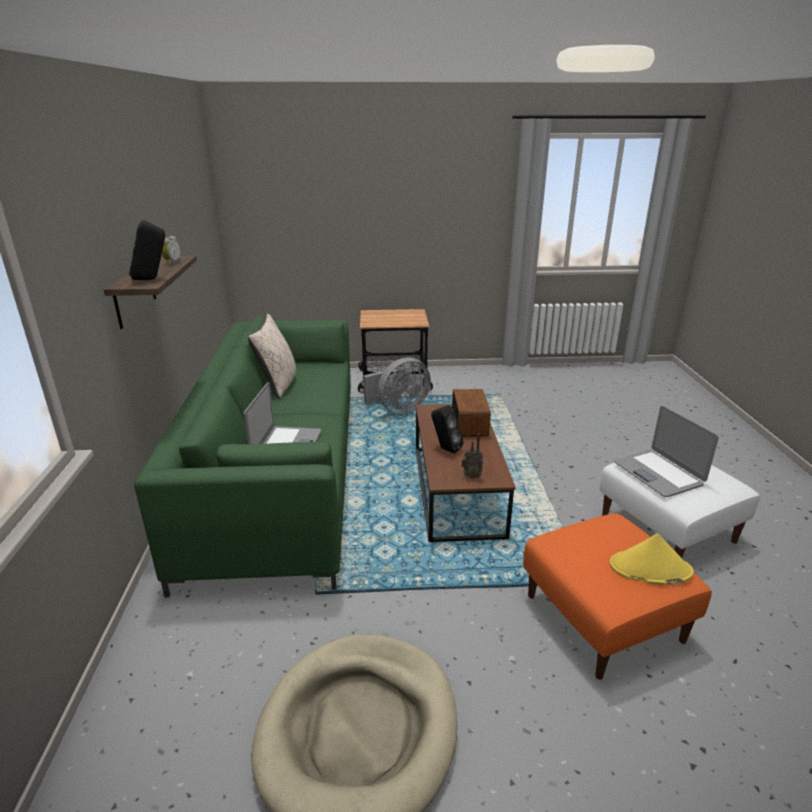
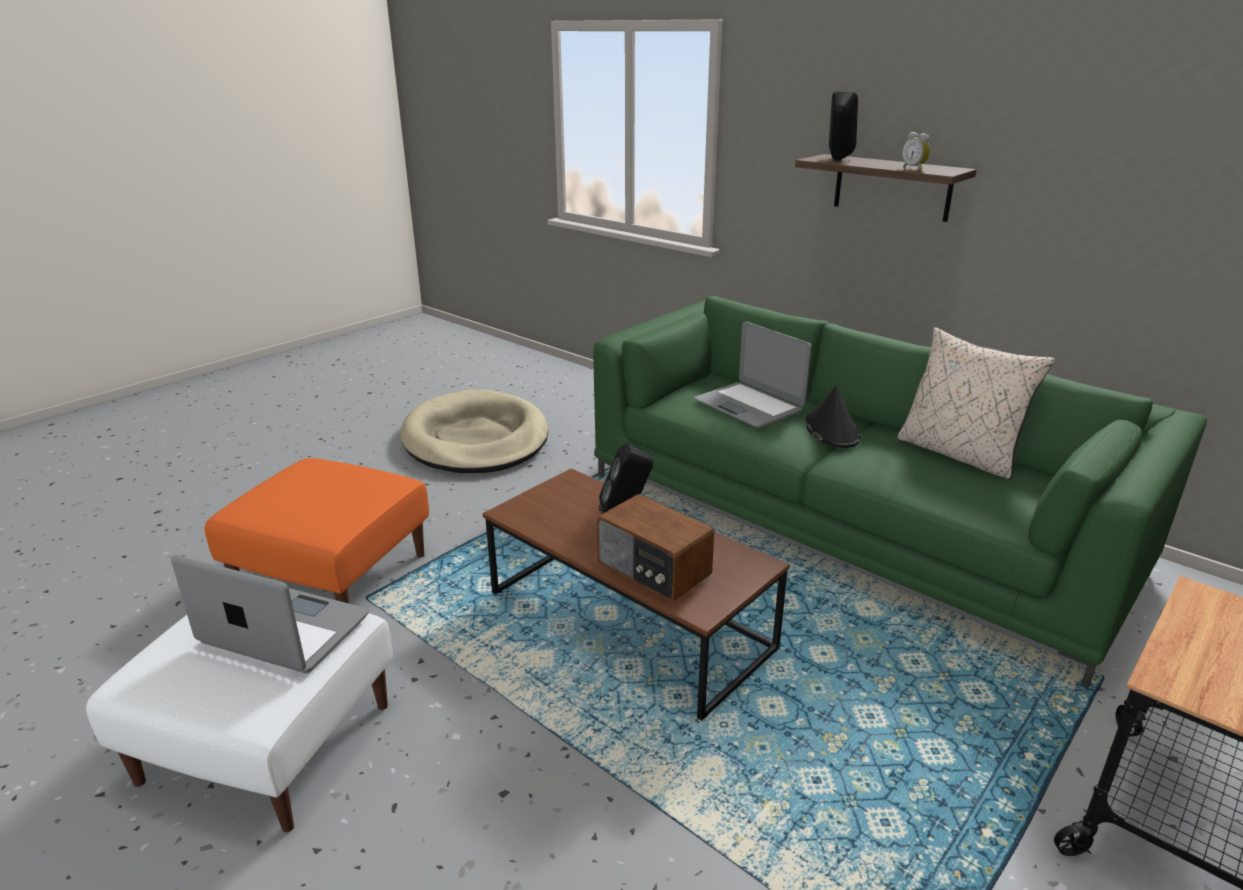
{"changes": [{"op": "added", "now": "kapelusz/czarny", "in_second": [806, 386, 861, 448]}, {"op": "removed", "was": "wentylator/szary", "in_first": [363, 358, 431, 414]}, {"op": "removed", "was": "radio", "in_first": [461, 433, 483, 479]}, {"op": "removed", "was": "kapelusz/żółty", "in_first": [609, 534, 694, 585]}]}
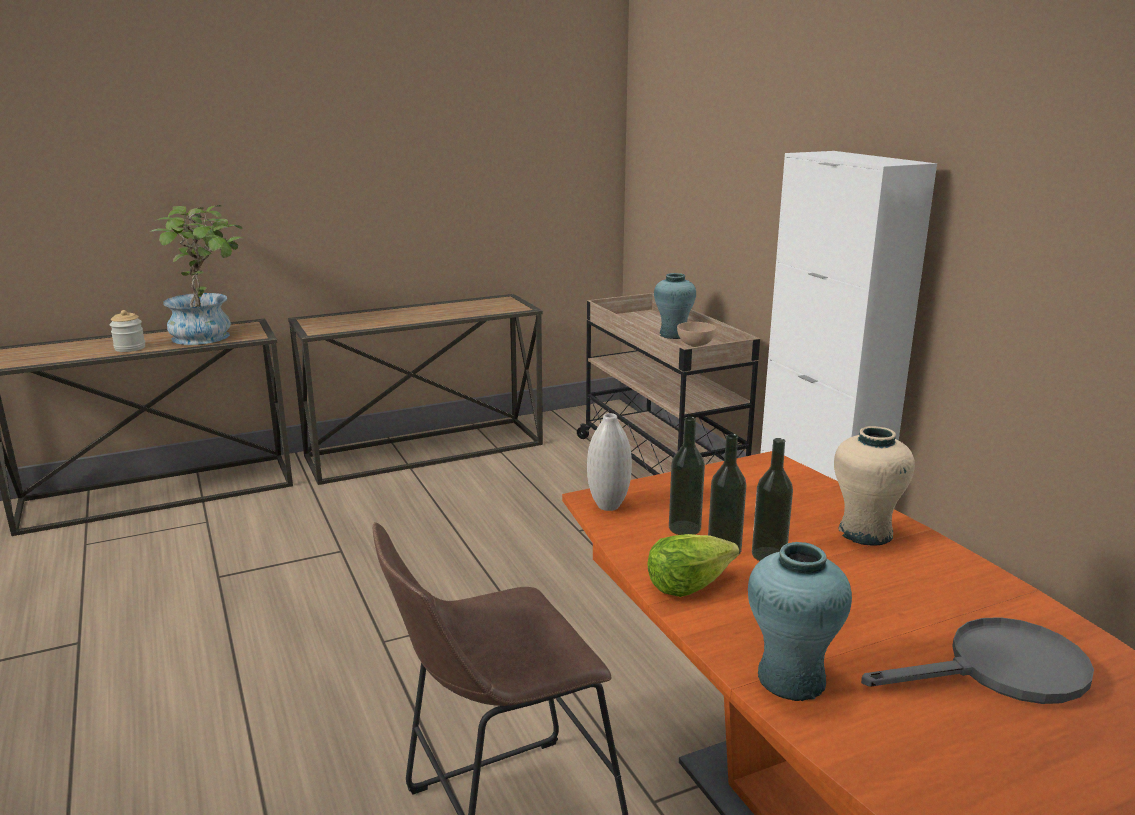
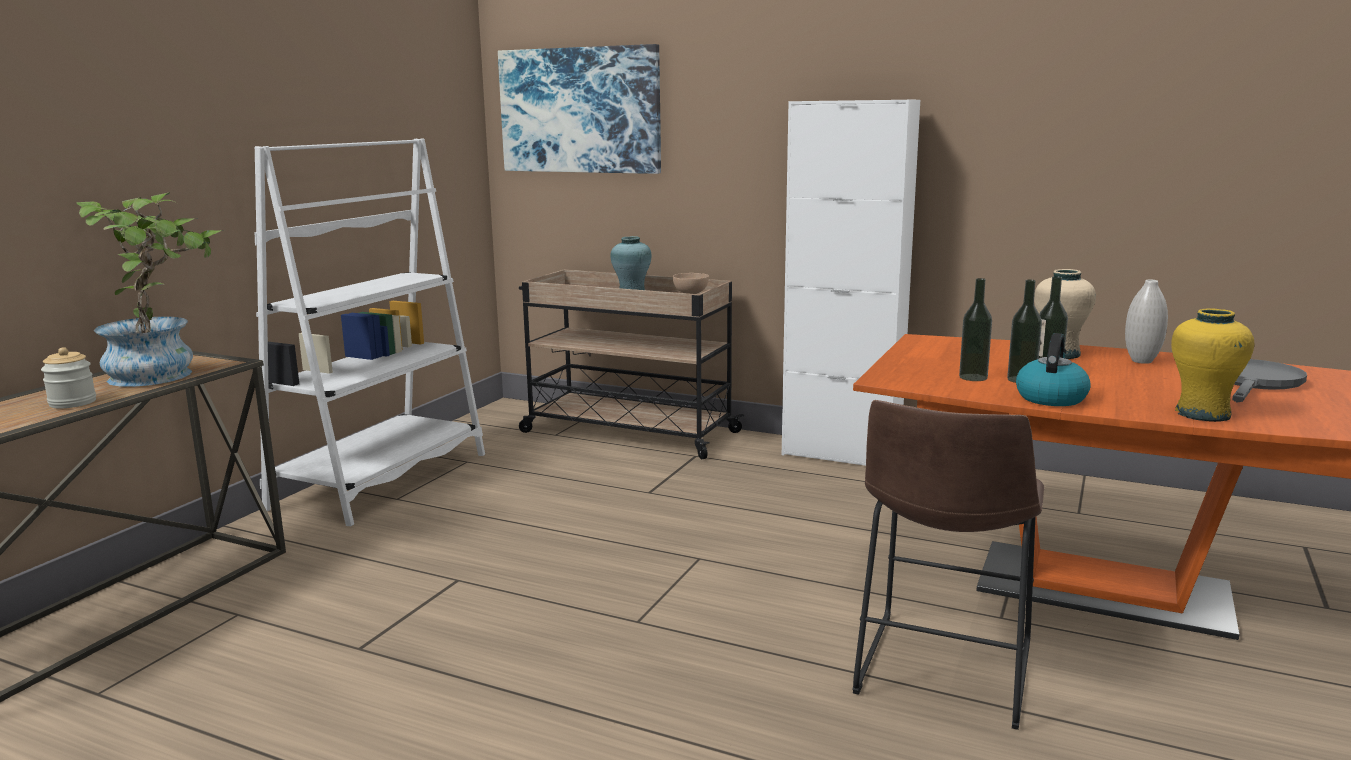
{"changes": [{"op": "replaced", "was": "stolik konsolowy", "now": "regał/biały", "in_first": [288, 294, 543, 485], "in_second": [255, 138, 485, 526]}, {"op": "added", "now": "obraz", "in_second": [498, 44, 661, 174]}, {"op": "replaced", "was": "sałata", "now": "czajnik", "in_first": [648, 534, 739, 597], "in_second": [1016, 333, 1091, 406]}, {"op": "moved", "was": "wazon/biały", "in_first": [587, 413, 632, 511], "in_second": [1125, 280, 1168, 364]}, {"op": "recoloured", "was": "wazon/turkusowy", "now": "wazon/żółty", "in_first": [748, 542, 852, 701], "in_second": [1171, 308, 1254, 422]}]}
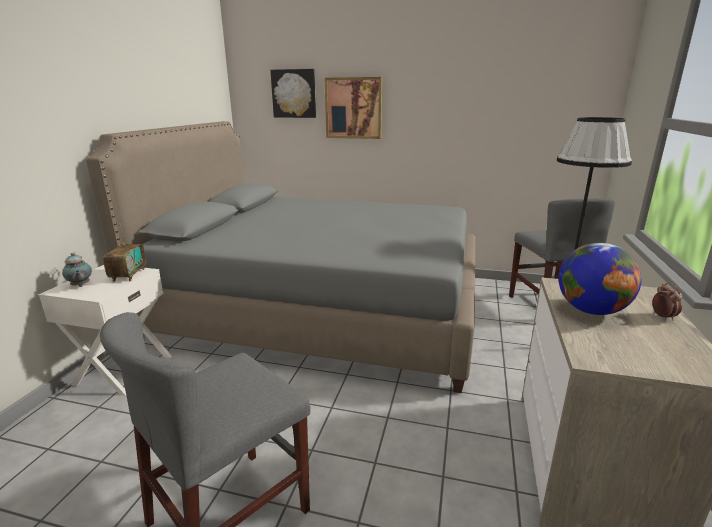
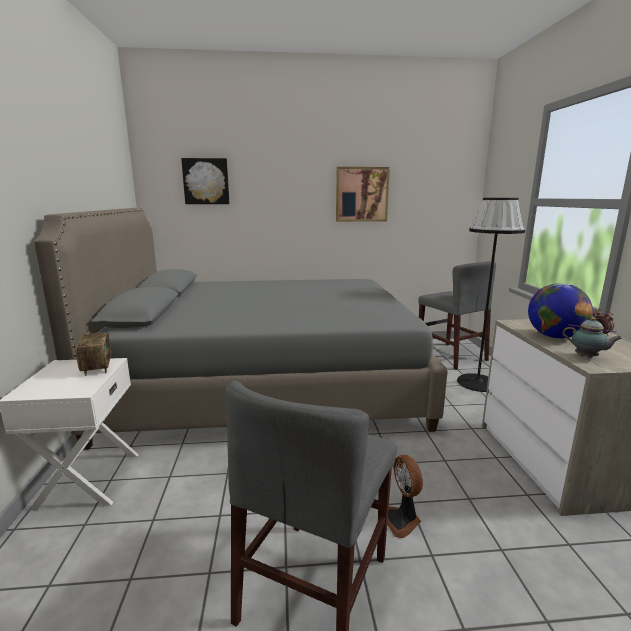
{"changes": [{"op": "moved", "was": "obraz", "in_first": [325, 77, 382, 139], "in_second": [336, 167, 390, 222]}, {"op": "added", "now": "wentylator", "in_second": [387, 455, 423, 538]}, {"op": "moved", "was": "imbryk", "in_first": [62, 253, 92, 287], "in_second": [563, 317, 623, 358]}]}
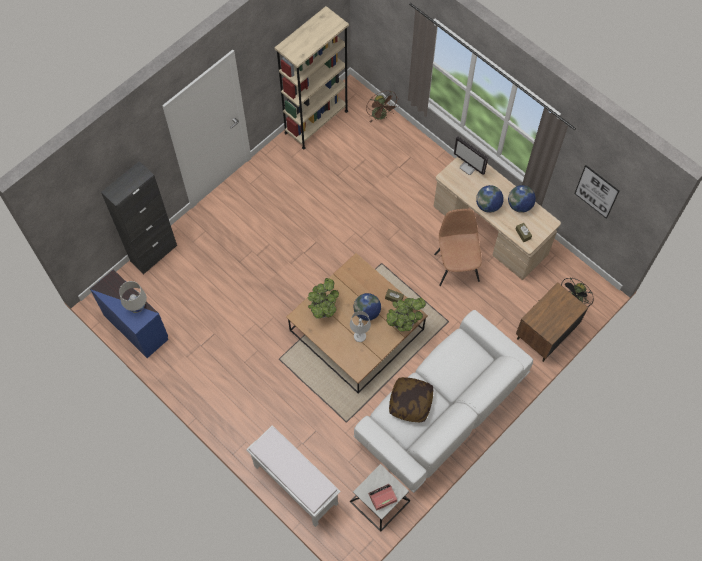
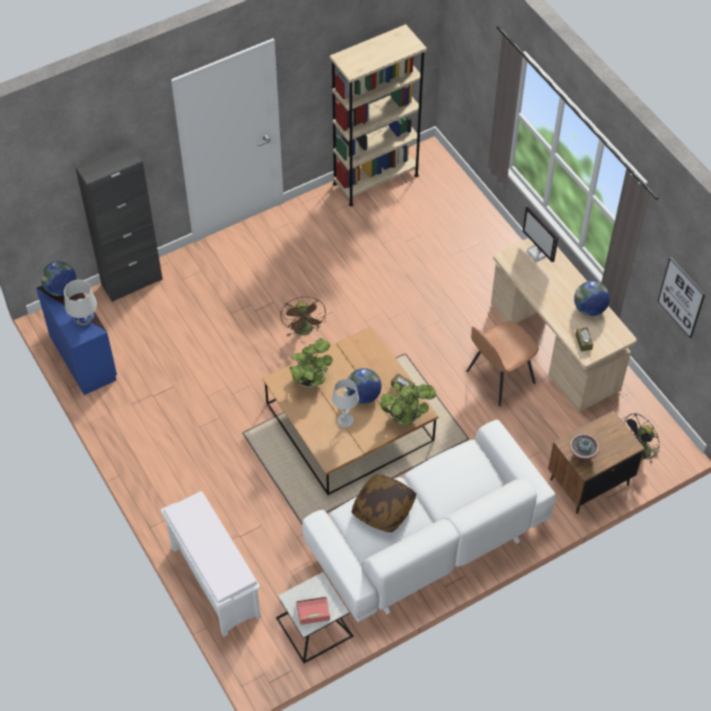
{"changes": [{"op": "moved", "was": "globus", "in_first": [476, 185, 504, 213], "in_second": [41, 261, 76, 296]}, {"op": "moved", "was": "wentylator/brązowy", "in_first": [366, 91, 399, 123], "in_second": [280, 297, 326, 337]}, {"op": "turned", "was": "krzesło/brązowy", "in_first": [434, 209, 482, 286], "in_second": [466, 321, 539, 406], "clockwise": -135}, {"op": "added", "now": "roślina doniczkowa", "in_second": [569, 433, 600, 462]}]}
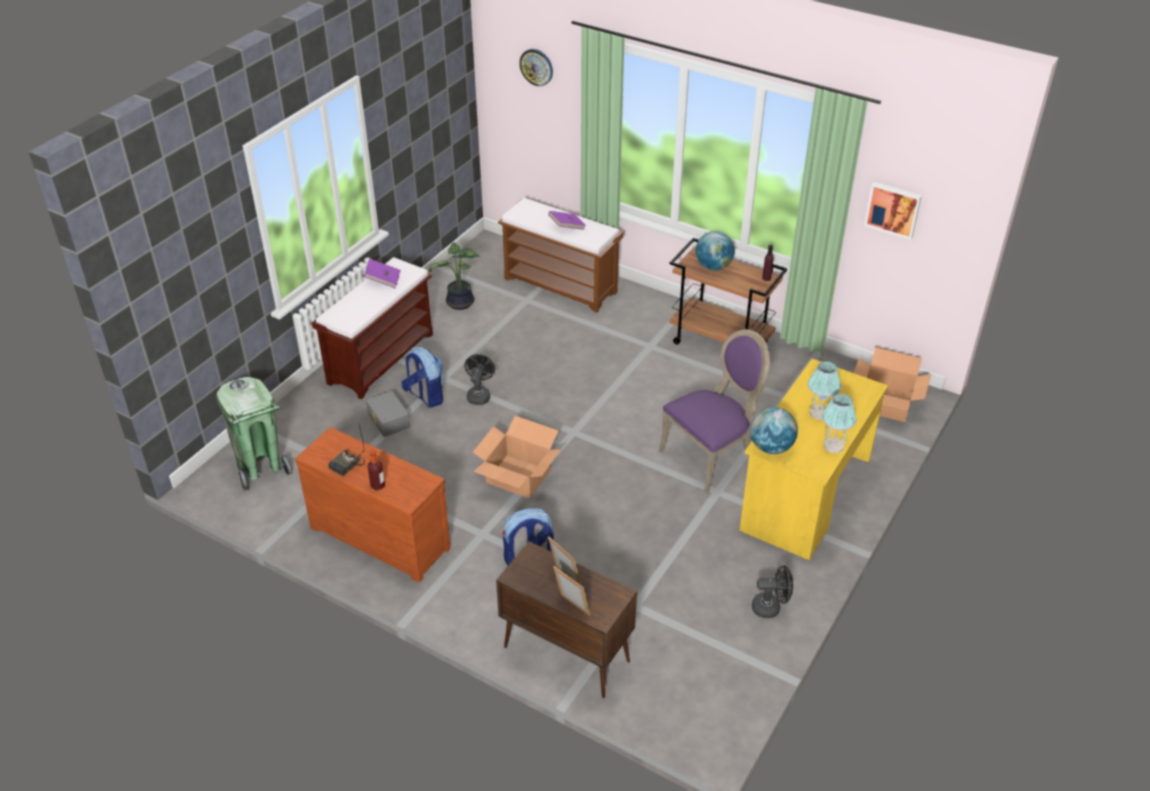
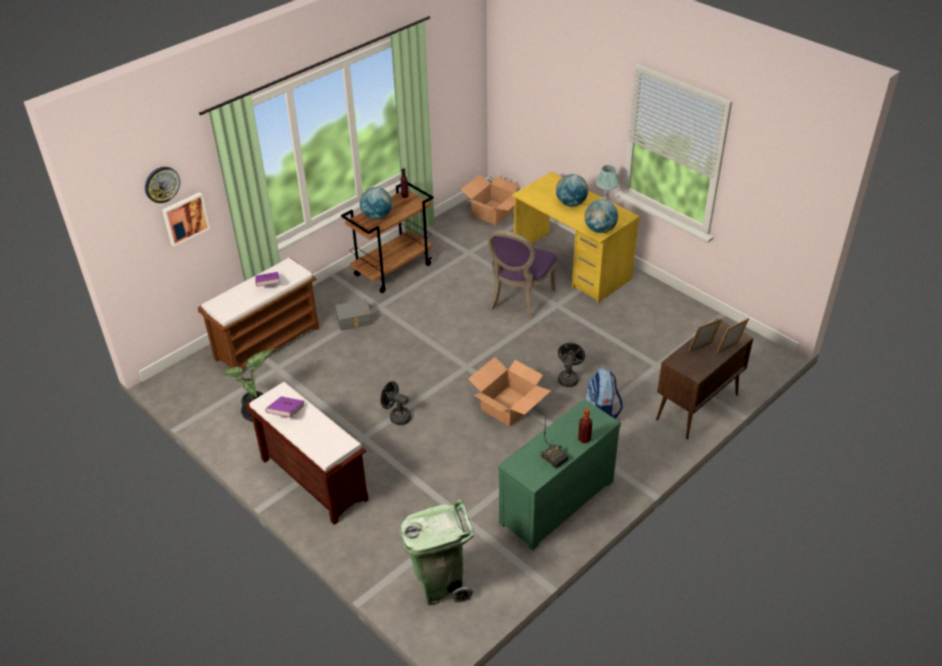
{"changes": [{"op": "moved", "was": "obraz", "in_first": [864, 182, 922, 240], "in_second": [162, 192, 210, 246]}, {"op": "moved", "was": "pojemnik do przechowywania/szary", "in_first": [366, 391, 410, 437], "in_second": [335, 299, 372, 331]}, {"op": "turned", "was": "krzesło/fioletowy", "in_first": [659, 329, 770, 494], "in_second": [488, 230, 557, 320], "clockwise": -135}, {"op": "recoloured", "was": "komoda/brązowy", "now": "komoda/zielony", "in_first": [295, 427, 451, 583], "in_second": [498, 399, 621, 550]}, {"op": "replaced", "was": "lampa stołowa", "now": "globus", "in_first": [808, 361, 841, 420], "in_second": [556, 174, 588, 207]}, {"op": "moved", "was": "wentylator/czarny", "in_first": [752, 566, 793, 618], "in_second": [558, 343, 585, 387]}, {"op": "removed", "was": "plecak", "in_first": [401, 347, 444, 408]}]}
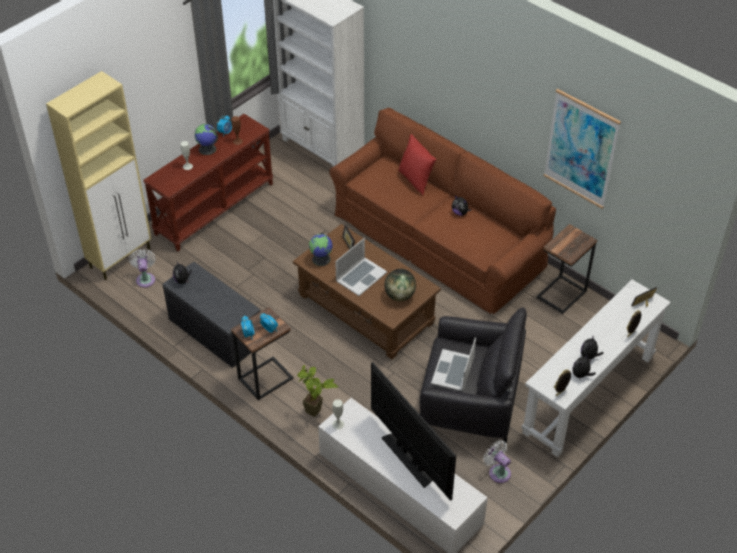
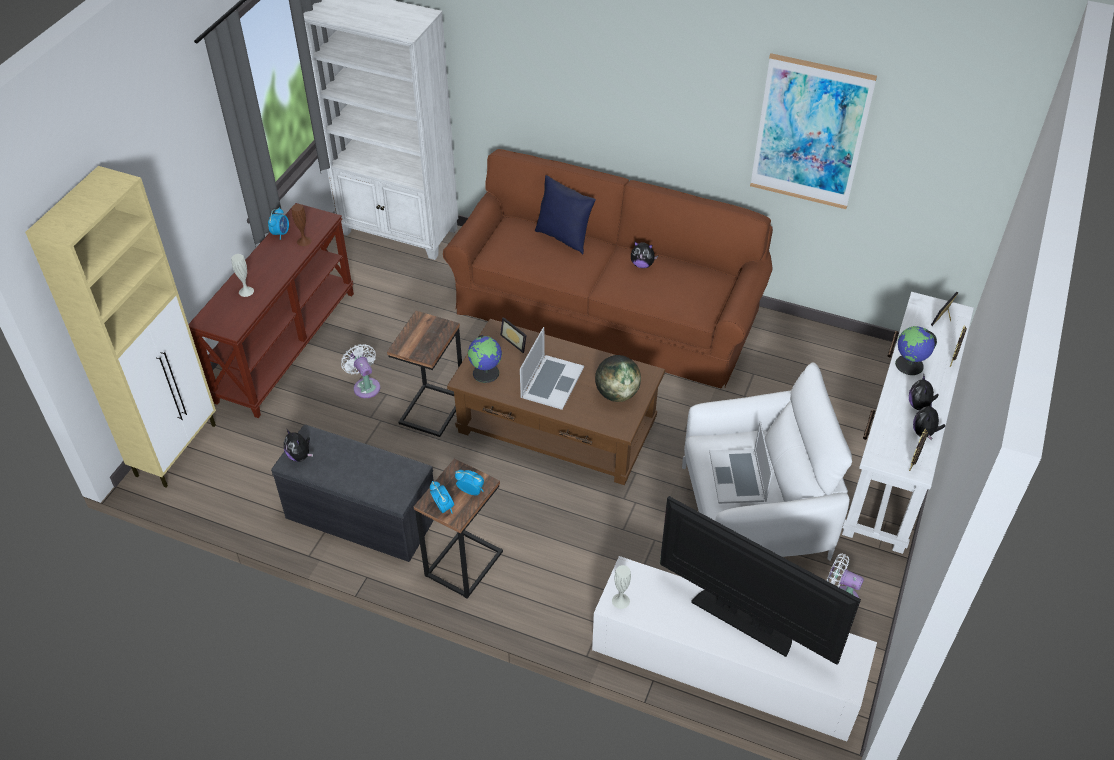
{"changes": [{"op": "moved", "was": "wentylator/biały", "in_first": [129, 249, 155, 288], "in_second": [341, 344, 380, 398]}, {"op": "moved", "was": "stolik", "in_first": [537, 224, 597, 314], "in_second": [387, 311, 462, 437]}, {"op": "recoloured", "was": "poduszka/czerwony", "now": "poduszka/niebieski", "in_first": [398, 134, 436, 195], "in_second": [535, 175, 596, 254]}, {"op": "recoloured", "was": "fotel/czarny", "now": "fotel/biały", "in_first": [419, 307, 527, 447], "in_second": [682, 363, 852, 560]}, {"op": "moved", "was": "globus", "in_first": [195, 124, 218, 155], "in_second": [895, 326, 937, 375]}, {"op": "removed", "was": "roślina doniczkowa", "in_first": [297, 365, 338, 417]}]}
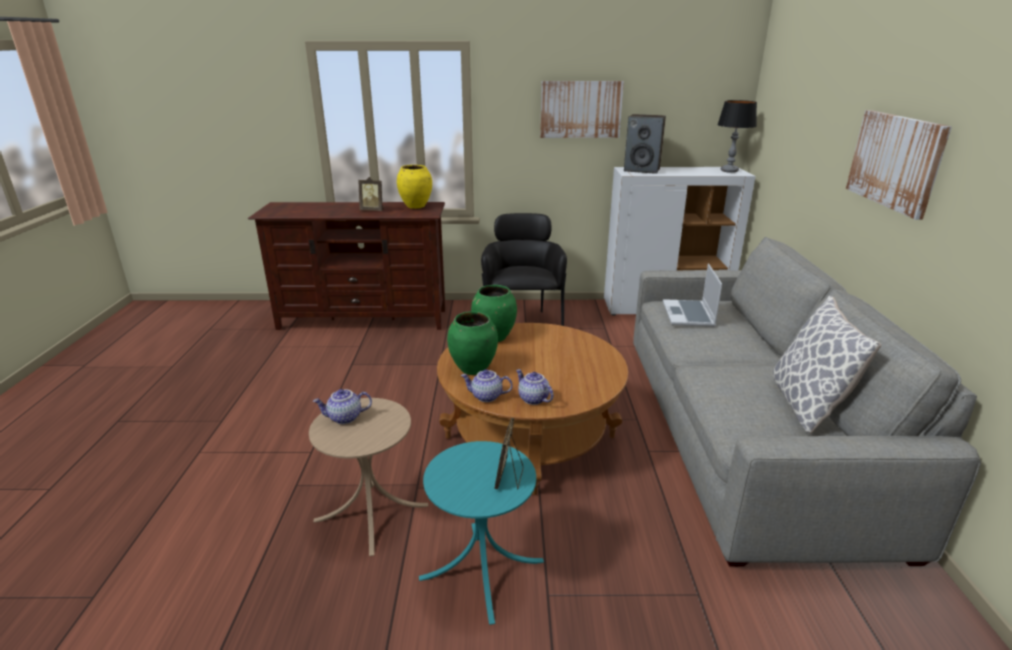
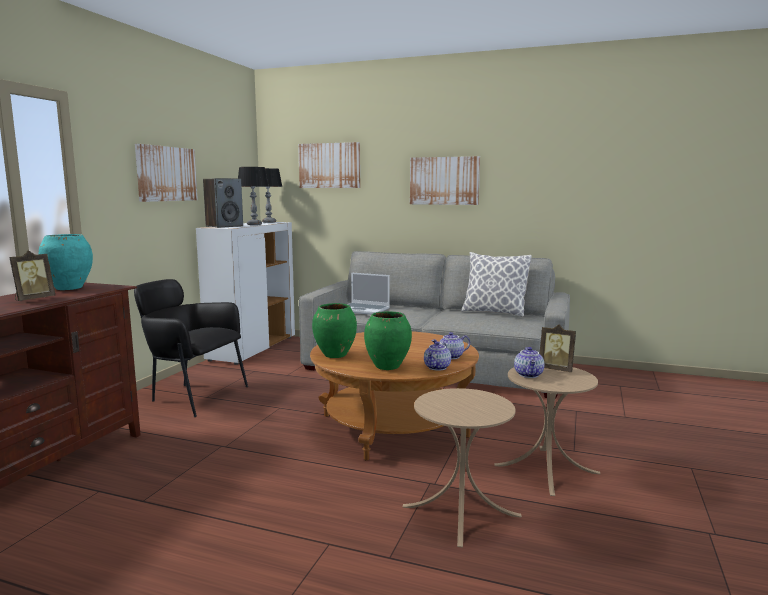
{"changes": [{"op": "recoloured", "was": "wazon/żółty", "now": "wazon/turkusowy", "in_first": [397, 165, 432, 209], "in_second": [38, 234, 93, 290]}, {"op": "added", "now": "lampa stołowa", "in_second": [238, 167, 269, 225]}, {"op": "added", "now": "obraz", "in_second": [298, 142, 360, 188]}, {"op": "recoloured", "was": "stolik/turkusowy", "now": "stolik/beżowy", "in_first": [419, 441, 544, 625], "in_second": [494, 367, 600, 496]}, {"op": "moved", "was": "imbryk", "in_first": [313, 389, 372, 424], "in_second": [514, 347, 544, 378]}]}
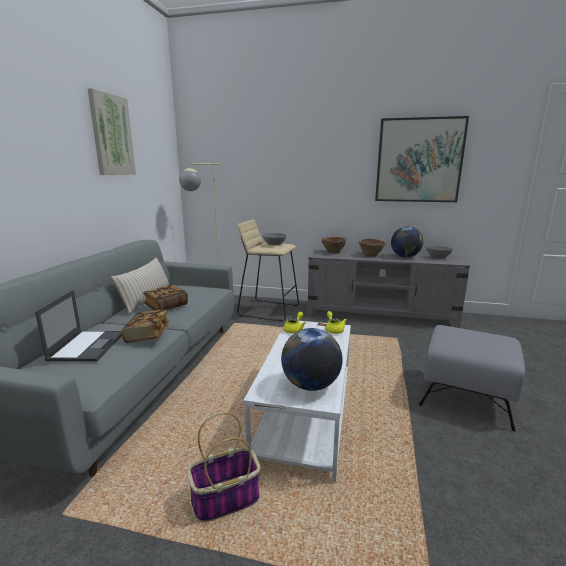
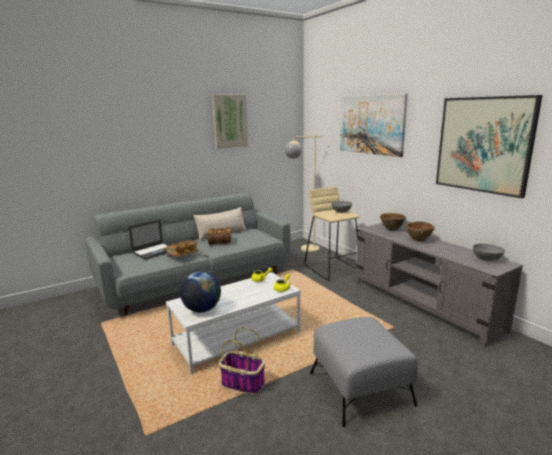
{"changes": [{"op": "moved", "was": "koszyk", "in_first": [187, 412, 260, 522], "in_second": [219, 327, 265, 394]}, {"op": "added", "now": "obraz", "in_second": [340, 93, 408, 157]}, {"op": "removed", "was": "globus", "in_first": [391, 226, 423, 258]}]}
